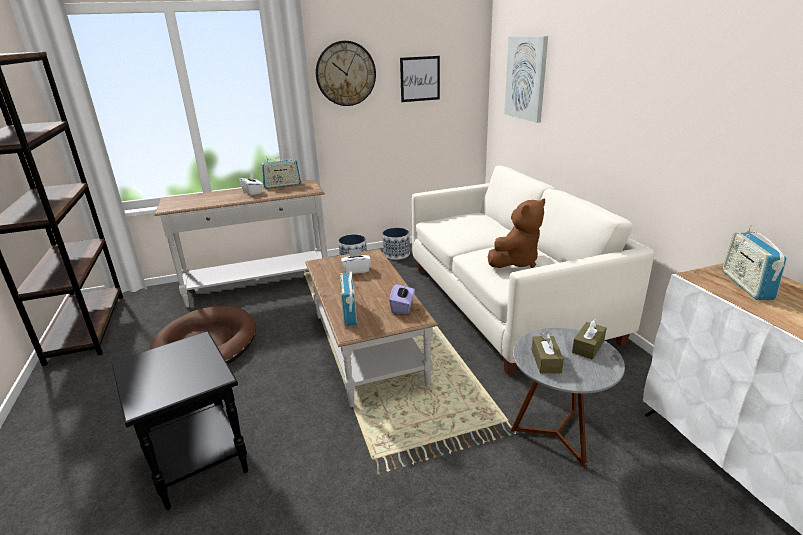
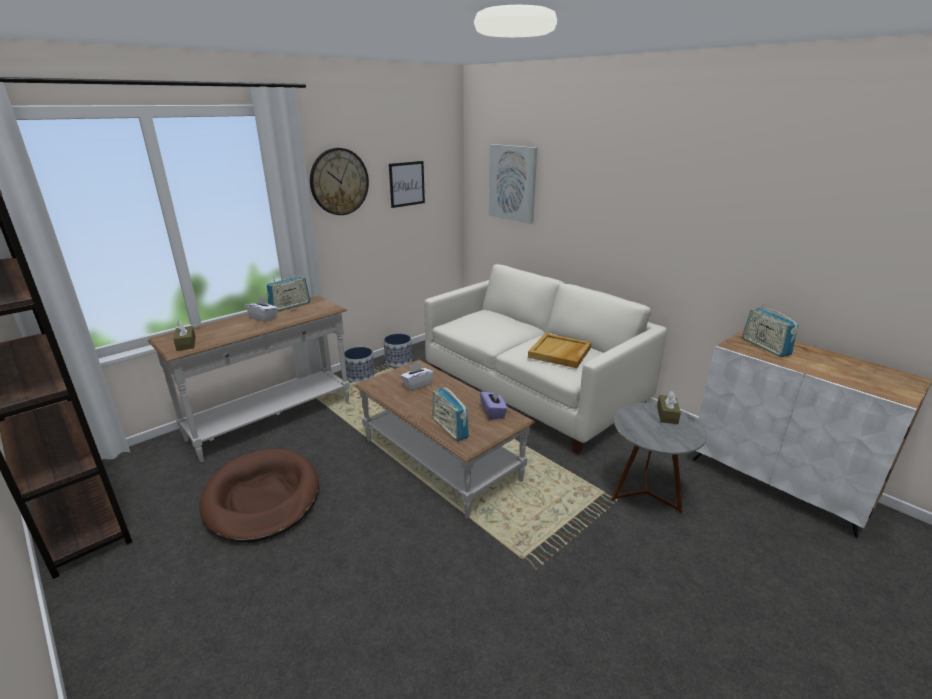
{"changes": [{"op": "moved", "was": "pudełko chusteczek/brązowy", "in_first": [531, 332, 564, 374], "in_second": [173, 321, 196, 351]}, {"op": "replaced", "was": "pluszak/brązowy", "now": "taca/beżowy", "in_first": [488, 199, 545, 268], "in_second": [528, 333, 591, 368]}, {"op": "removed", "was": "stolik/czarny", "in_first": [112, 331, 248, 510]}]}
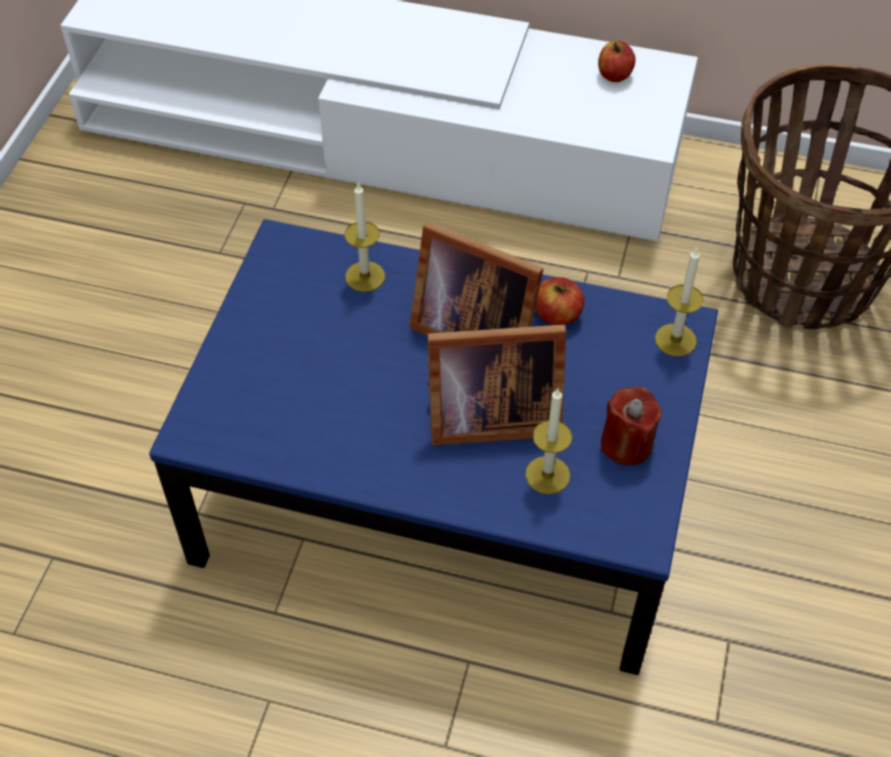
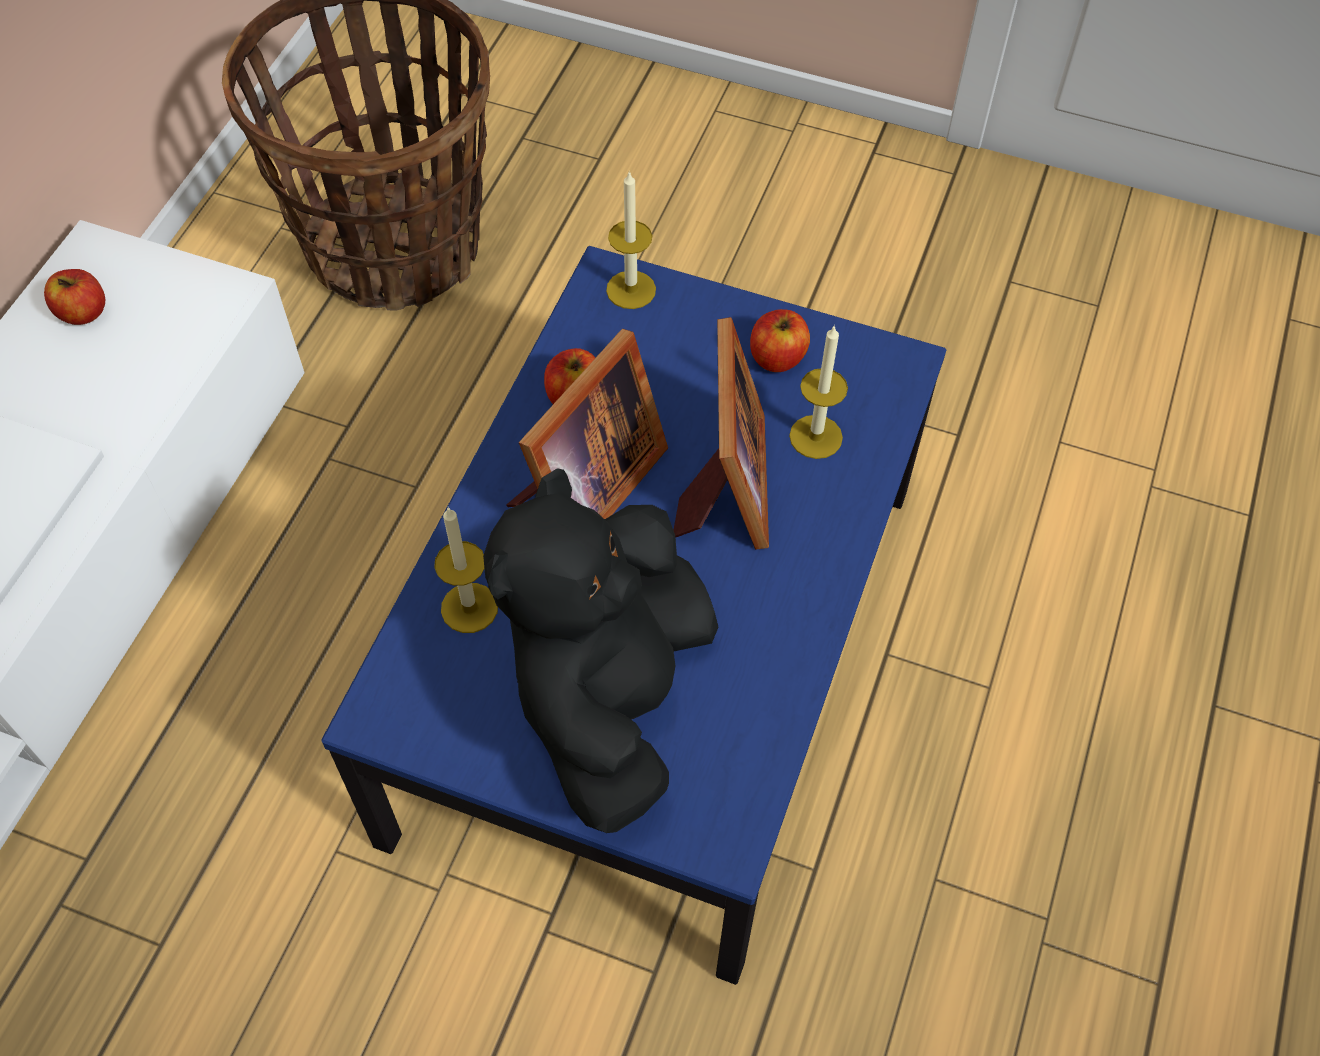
{"changes": [{"op": "added", "now": "pluszak/czarny", "in_second": [483, 468, 718, 833]}, {"op": "replaced", "was": "świeca/czerwony", "now": "jabłko", "in_first": [601, 387, 662, 465], "in_second": [750, 309, 810, 372]}]}
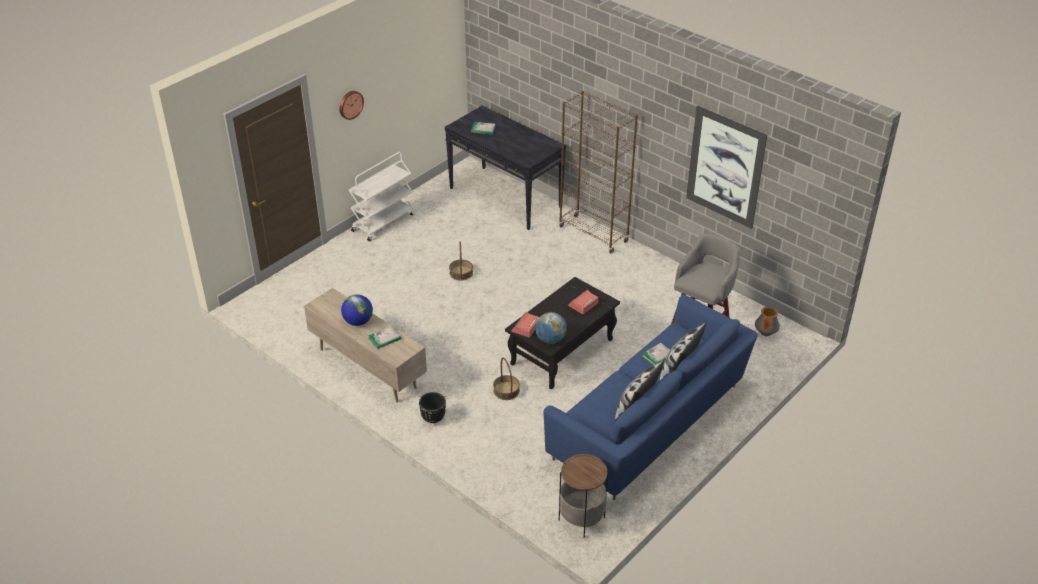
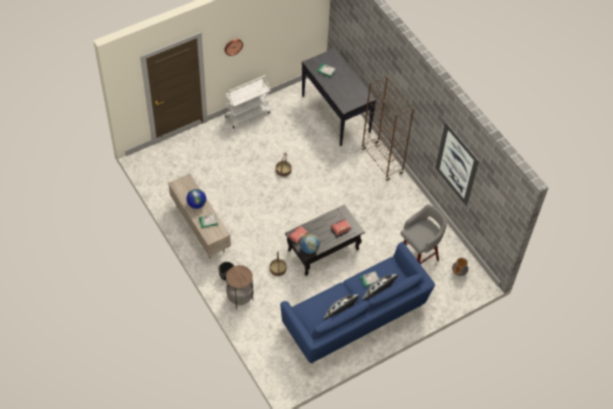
{"changes": [{"op": "moved", "was": "stolik", "in_first": [558, 454, 608, 538], "in_second": [226, 265, 254, 310]}]}
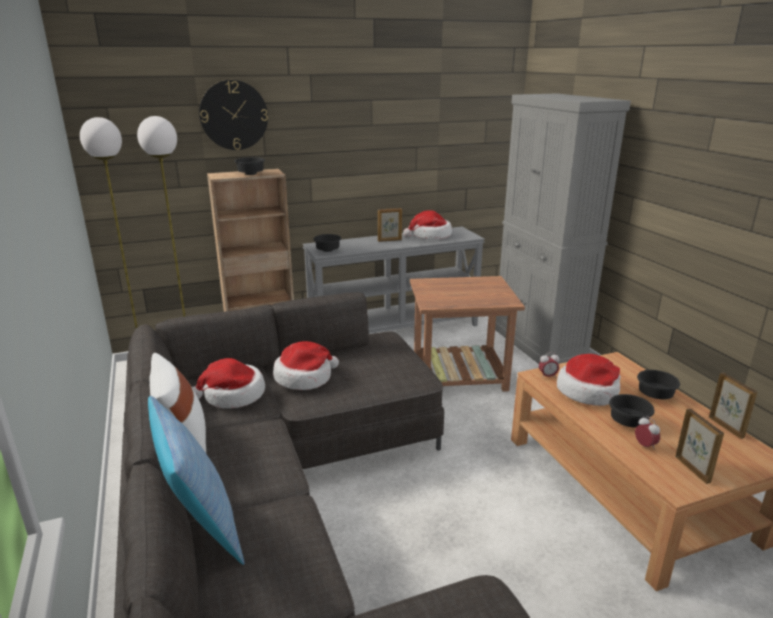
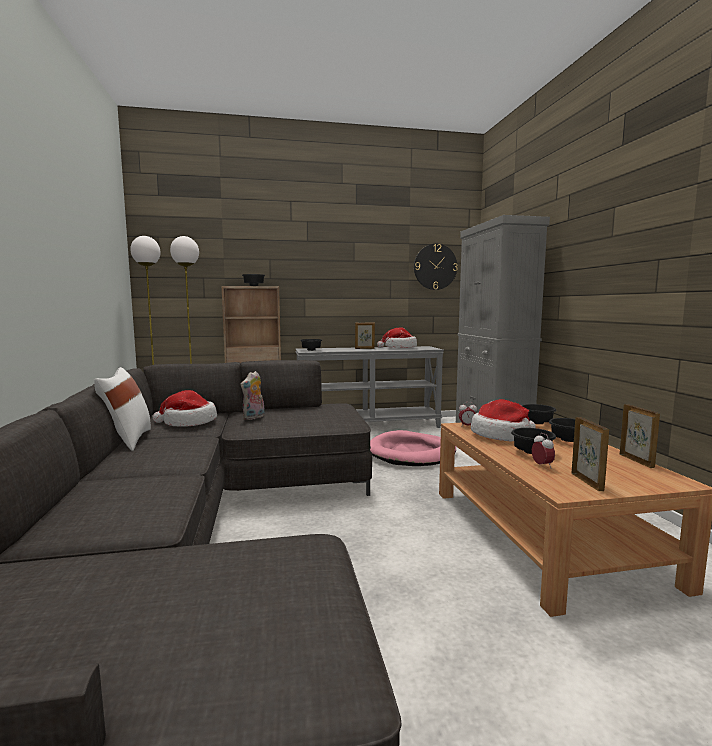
{"changes": [{"op": "replaced", "was": "kapelusz", "now": "pluszak", "in_first": [273, 341, 339, 390], "in_second": [240, 371, 265, 420]}, {"op": "replaced", "was": "stolik/brązowy", "now": "legowisko/różowy", "in_first": [410, 276, 525, 392], "in_second": [370, 430, 456, 466]}, {"op": "moved", "was": "zegar ścienny", "in_first": [199, 80, 268, 150], "in_second": [414, 244, 458, 290]}, {"op": "added", "now": "miska/czarny", "in_second": [522, 404, 556, 424]}, {"op": "removed", "was": "poduszka", "in_first": [148, 396, 245, 565]}]}
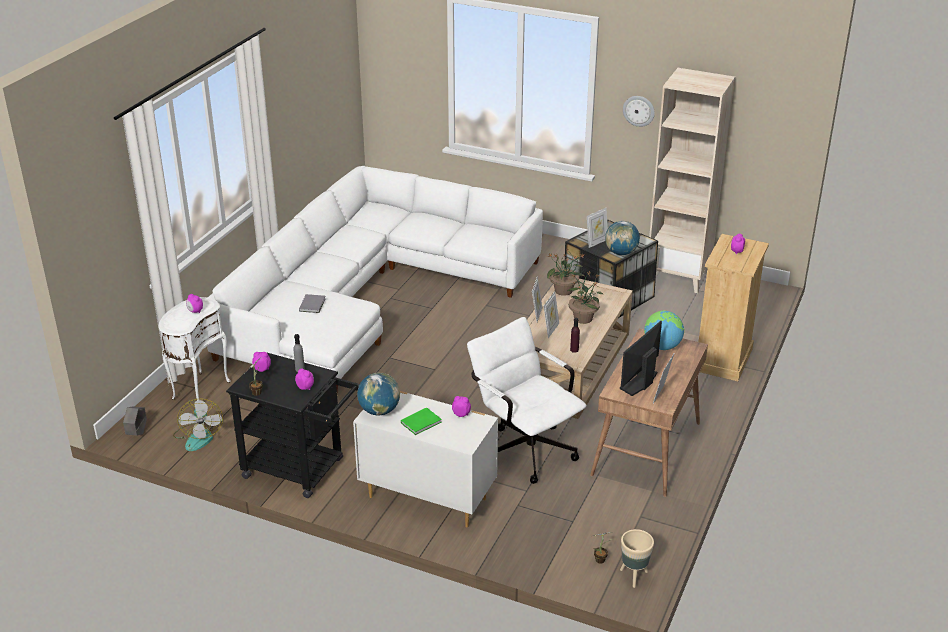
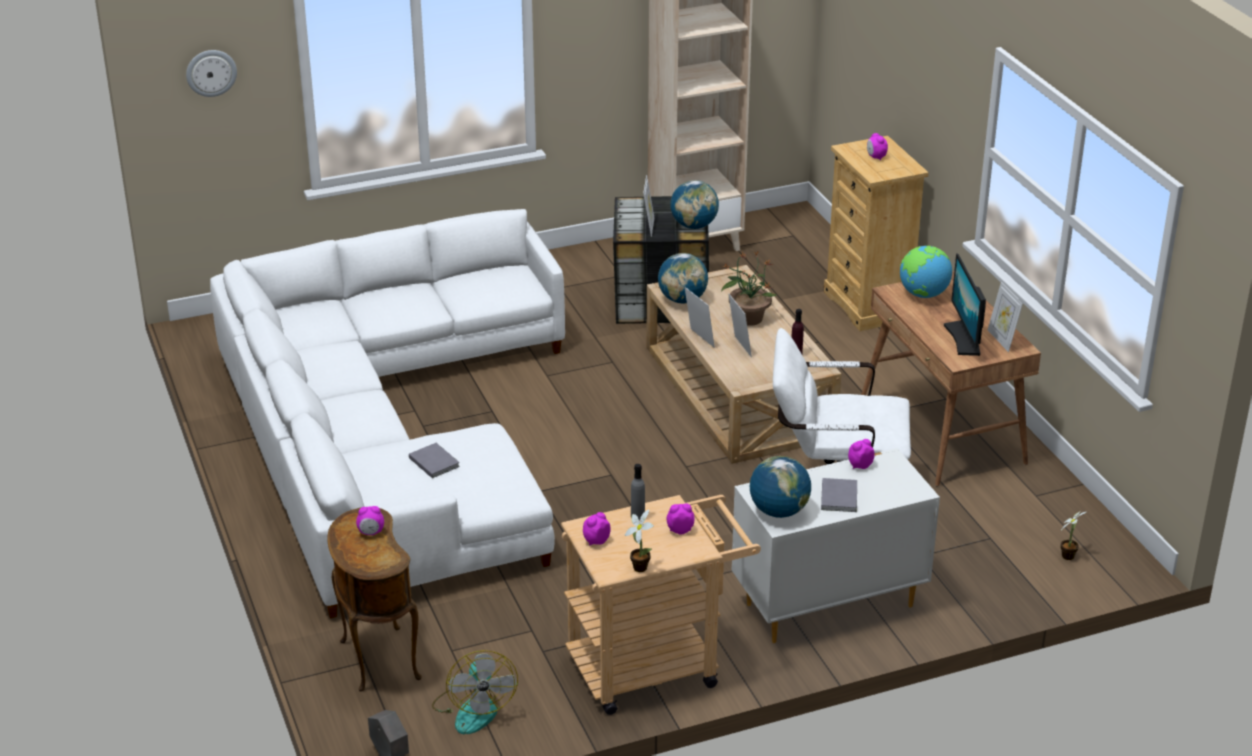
{"changes": [{"op": "moved", "was": "zegar ścienny", "in_first": [623, 96, 655, 127], "in_second": [186, 50, 237, 97]}, {"op": "recoloured", "was": "stolik/biały", "now": "stolik/brązowy", "in_first": [159, 297, 231, 401], "in_second": [327, 507, 422, 692]}, {"op": "turned", "was": "wentylator", "in_first": [173, 399, 223, 451], "in_second": [432, 650, 518, 734], "clockwise": 45}, {"op": "recoloured", "was": "wózek/czarny", "now": "wózek/beżowy", "in_first": [226, 353, 360, 498], "in_second": [561, 495, 761, 715]}, {"op": "replaced", "was": "roślina doniczkowa", "now": "globus", "in_first": [547, 249, 585, 296], "in_second": [658, 253, 708, 303]}, {"op": "recoloured", "was": "książka/zielony", "now": "książka/szary", "in_first": [401, 407, 441, 435], "in_second": [821, 478, 857, 512]}, {"op": "removed", "was": "donica/beżowy", "in_first": [620, 529, 654, 588]}]}
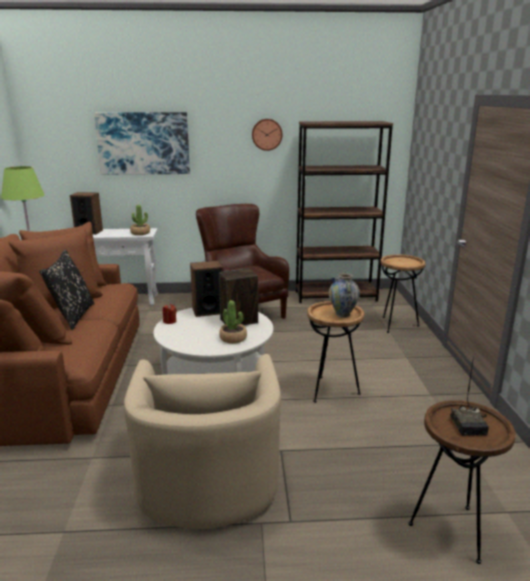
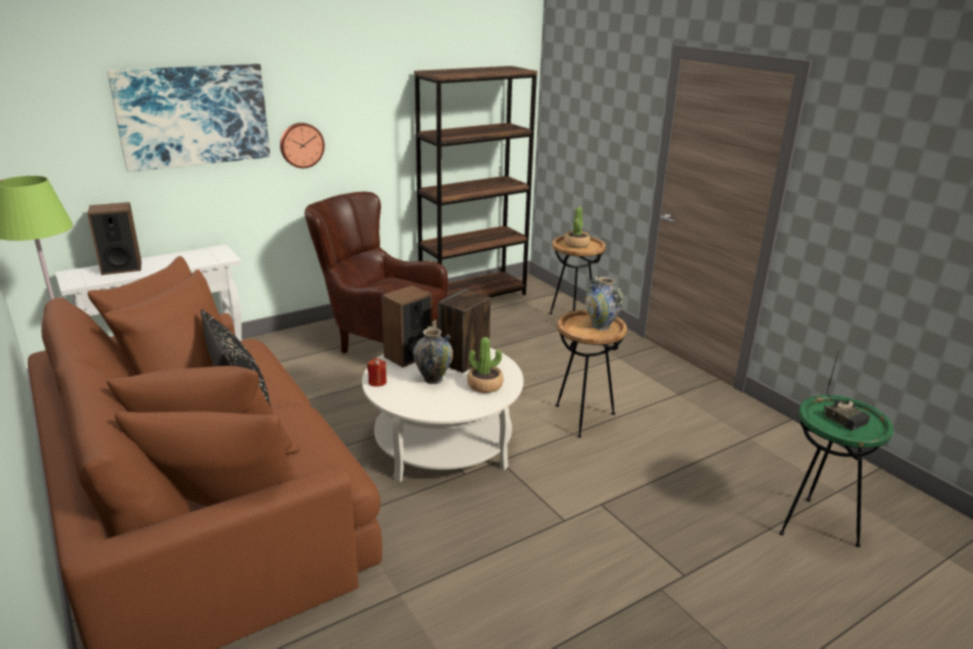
{"changes": [{"op": "moved", "was": "zegar ścienny", "in_first": [252, 119, 283, 151], "in_second": [280, 123, 325, 168]}, {"op": "added", "now": "wazon", "in_second": [414, 326, 453, 384]}, {"op": "moved", "was": "roślina doniczkowa", "in_first": [130, 204, 150, 235], "in_second": [564, 207, 590, 248]}, {"op": "recoloured", "was": "stolik/brązowy", "now": "stolik/zielony", "in_first": [409, 400, 516, 564], "in_second": [779, 395, 894, 547]}, {"op": "removed", "was": "fotel/beżowy", "in_first": [124, 354, 281, 529]}]}
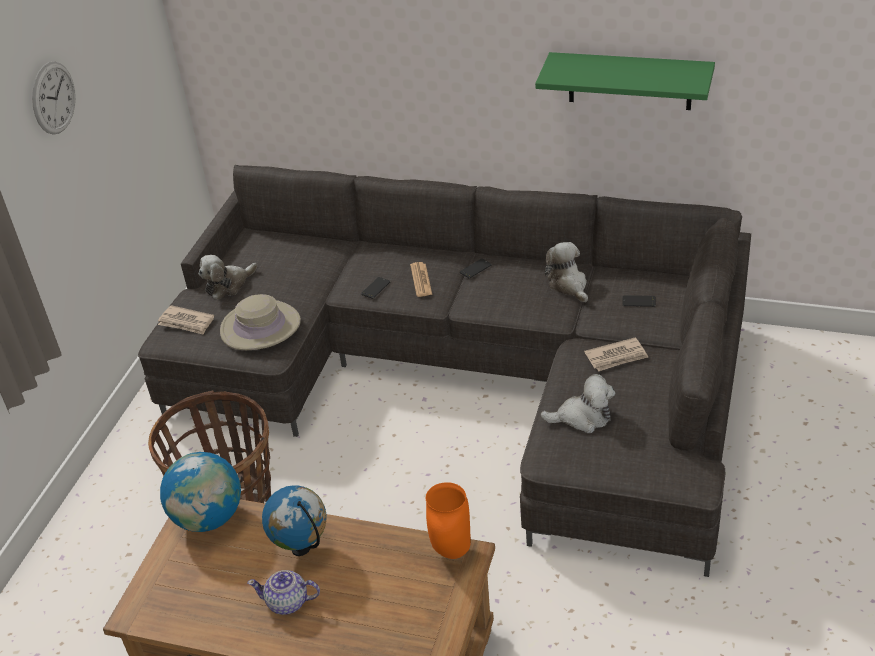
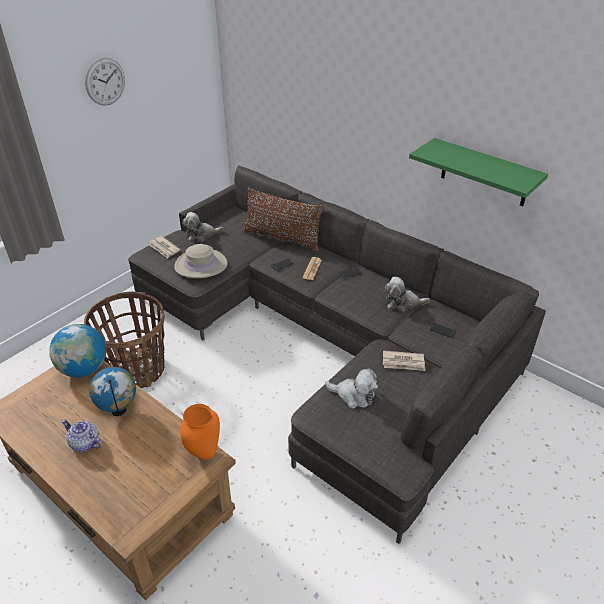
{"changes": [{"op": "added", "now": "poduszka/brązowy", "in_second": [243, 188, 325, 252]}, {"op": "turned", "was": "pluszak", "in_first": [545, 242, 588, 303], "in_second": [385, 277, 430, 312], "clockwise": -90}]}
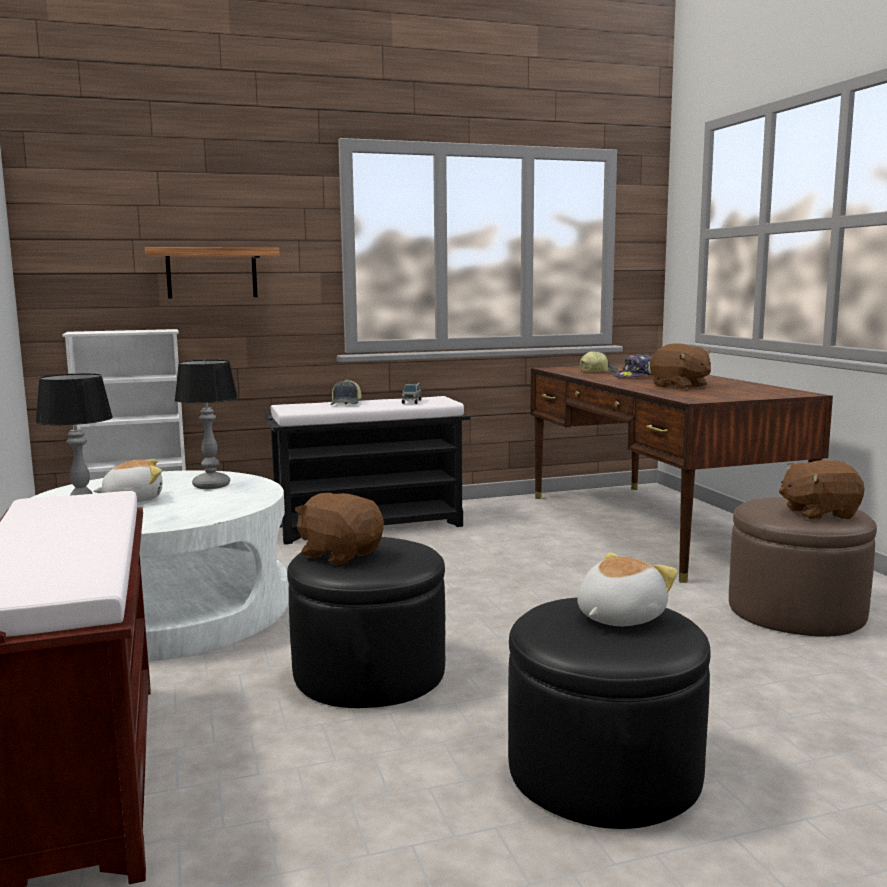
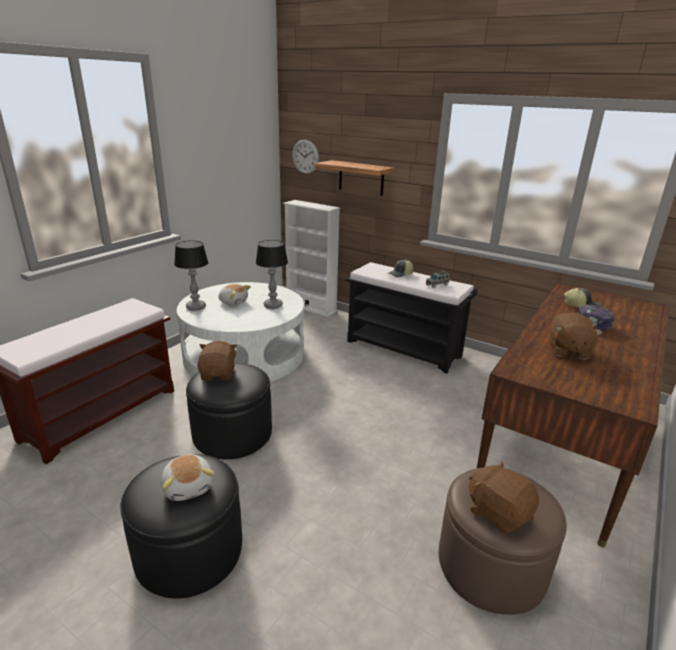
{"changes": [{"op": "turned", "was": "pluszak", "in_first": [577, 552, 678, 626], "in_second": [161, 454, 215, 501], "clockwise": 60}, {"op": "added", "now": "zegar ścienny", "in_second": [292, 140, 319, 174]}]}
